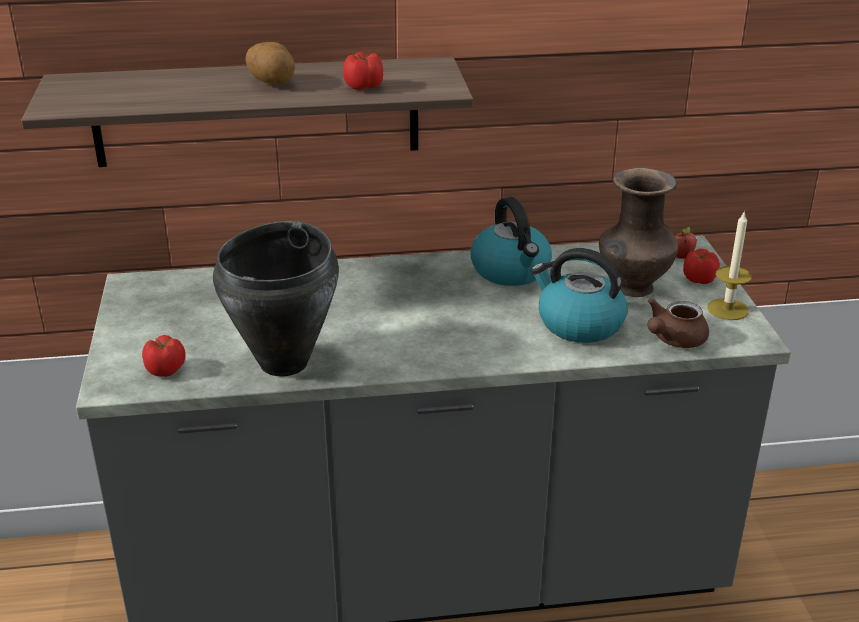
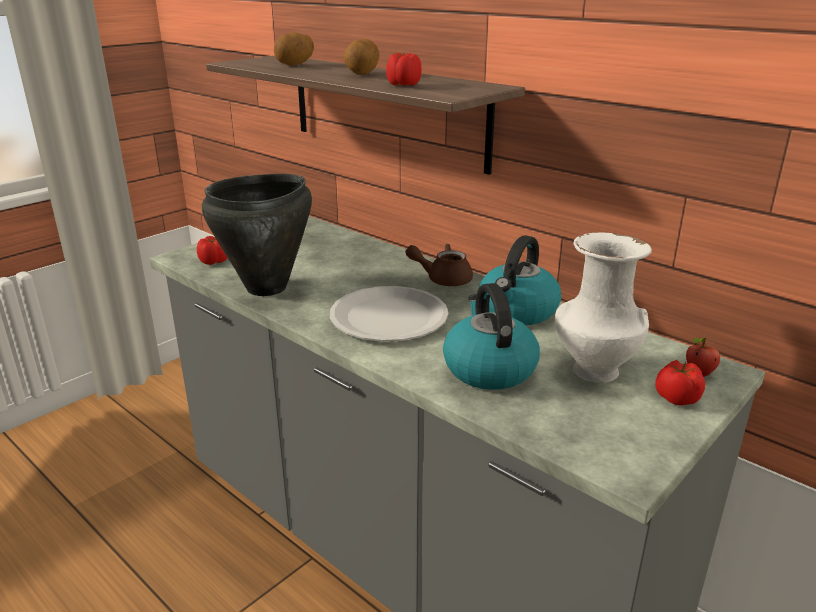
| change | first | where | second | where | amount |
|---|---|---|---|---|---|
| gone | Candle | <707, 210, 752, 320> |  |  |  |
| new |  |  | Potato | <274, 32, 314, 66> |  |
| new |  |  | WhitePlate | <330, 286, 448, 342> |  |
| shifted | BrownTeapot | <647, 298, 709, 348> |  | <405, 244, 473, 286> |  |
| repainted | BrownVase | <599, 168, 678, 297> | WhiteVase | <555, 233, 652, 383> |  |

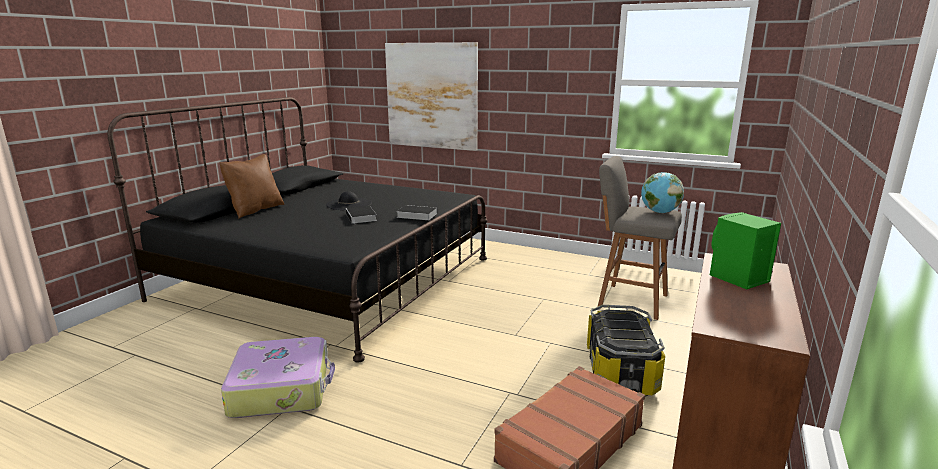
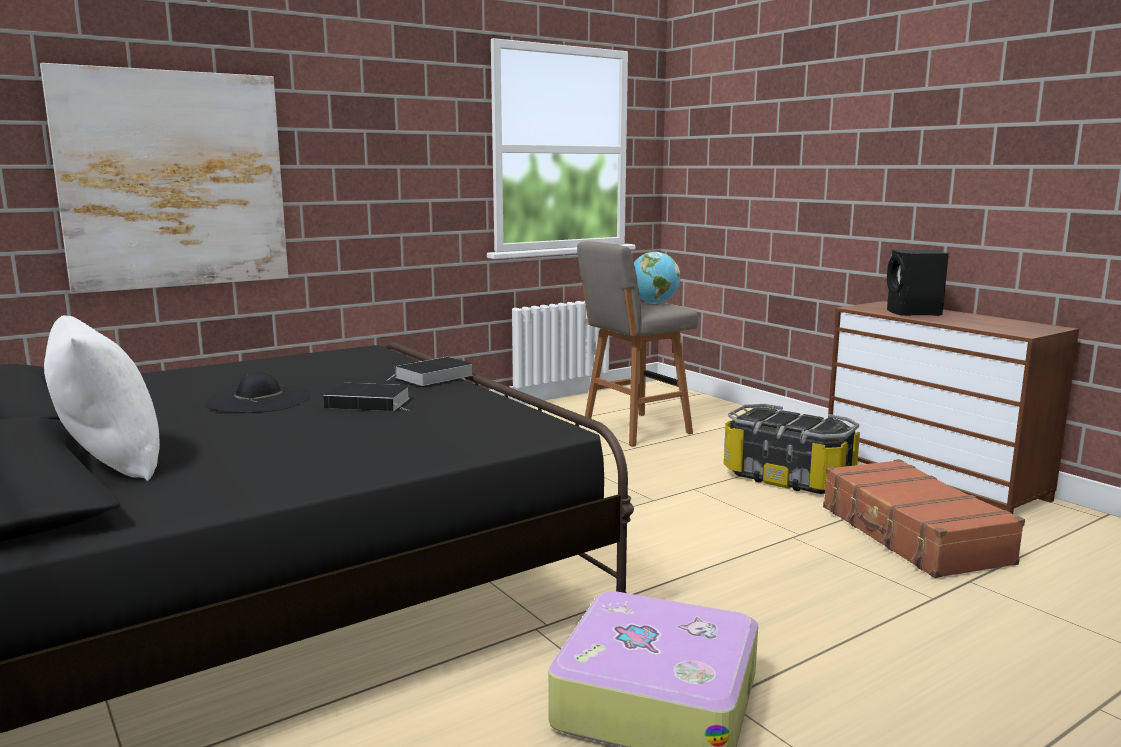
| change | first | where | second | where | amount |
|---|---|---|---|---|---|
| repainted | BrownPillow | <219, 154, 284, 219> | WhitePillow | <44, 316, 160, 481> |  |
| repainted | GreenSpeaker | <710, 212, 781, 289> | BlackSpeaker | <887, 250, 949, 316> |  |

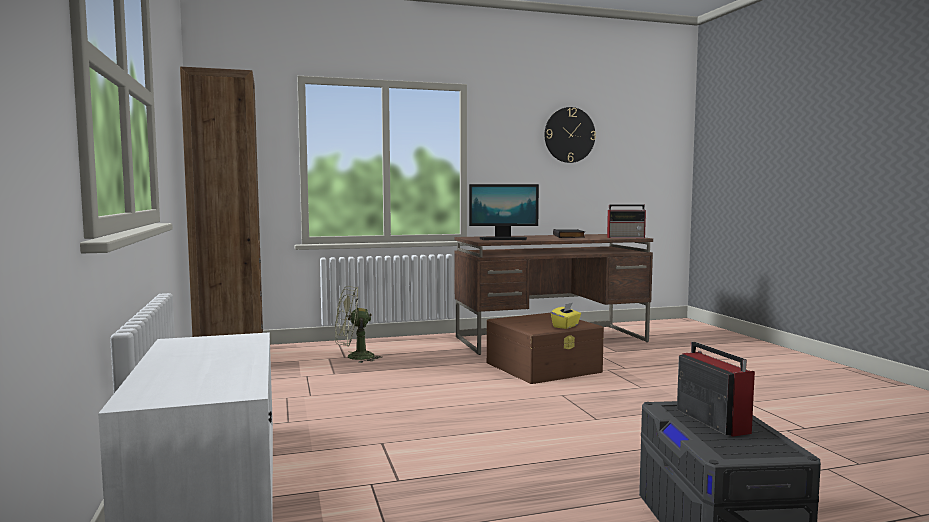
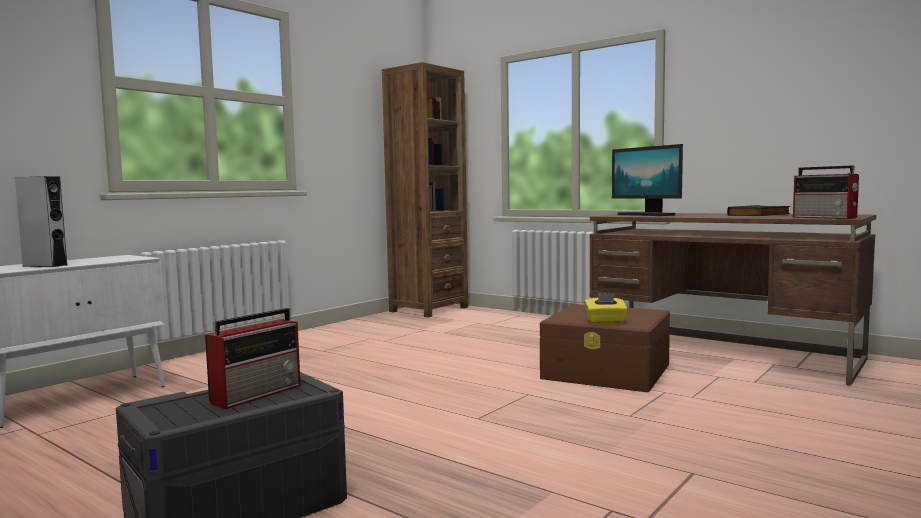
| change | first | where | second | where | amount |
|---|---|---|---|---|---|
| gone | GreenFan | <335, 286, 383, 363> |  |  |  |
| gone | WallClock | <545, 107, 596, 163> |  |  |  |
| new |  |  | GreySpeaker | <15, 176, 67, 267> |  |

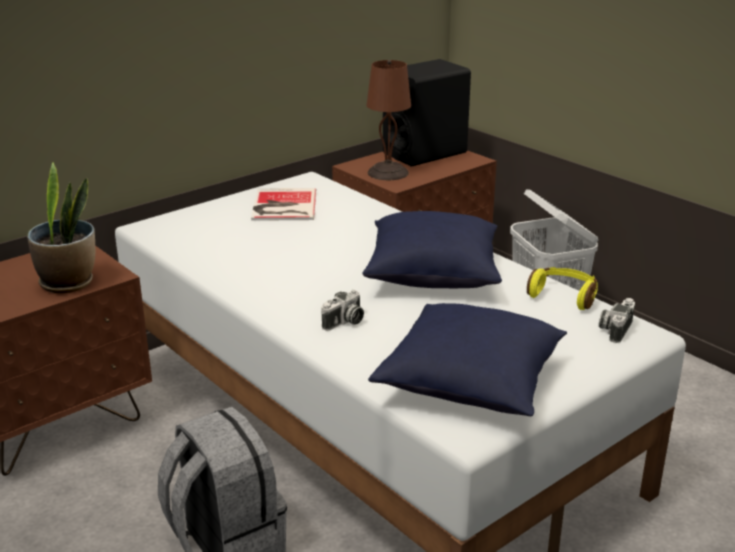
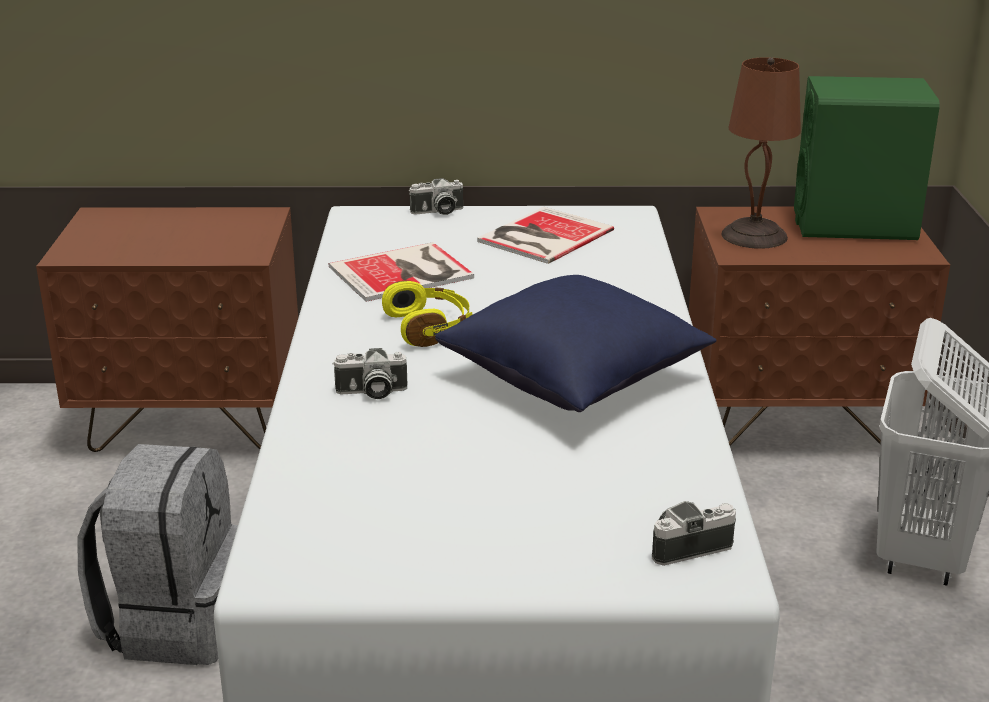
| change | first | where | second | where | amount |
|---|---|---|---|---|---|
| gone | PottedPlant | <27, 162, 96, 293> |  |  |  |
| gone | BluePillow | <368, 303, 567, 416> |  |  |  |
| new |  |  | Book | <329, 242, 474, 302> |  |
| new |  |  | PhotoCamera | <409, 178, 463, 215> |  |
| shifted | YellowHeadphones | <527, 267, 598, 310> |  | <382, 281, 472, 347> |  |
| repainted | BlackSpeaker | <383, 59, 471, 167> | GreenSpeaker | <794, 76, 940, 240> |  |

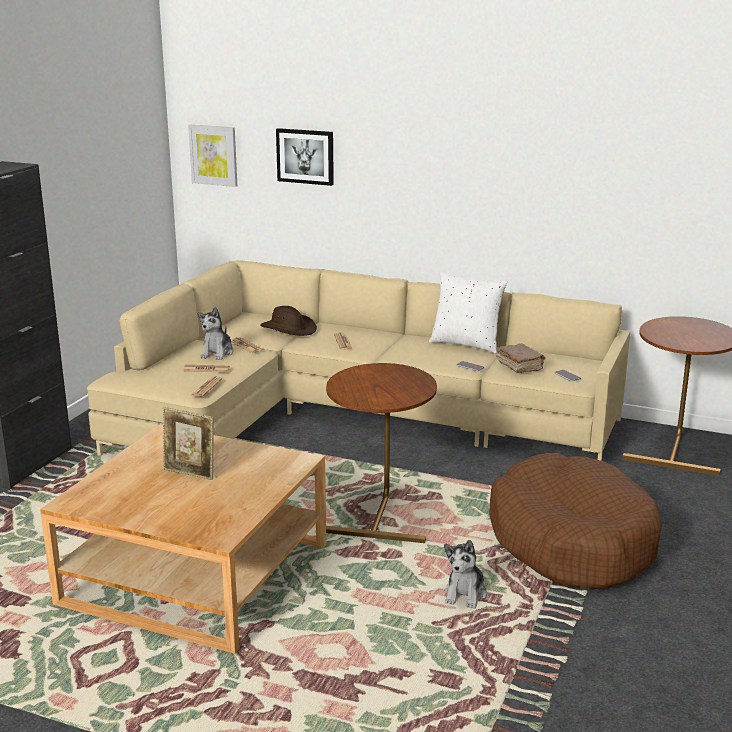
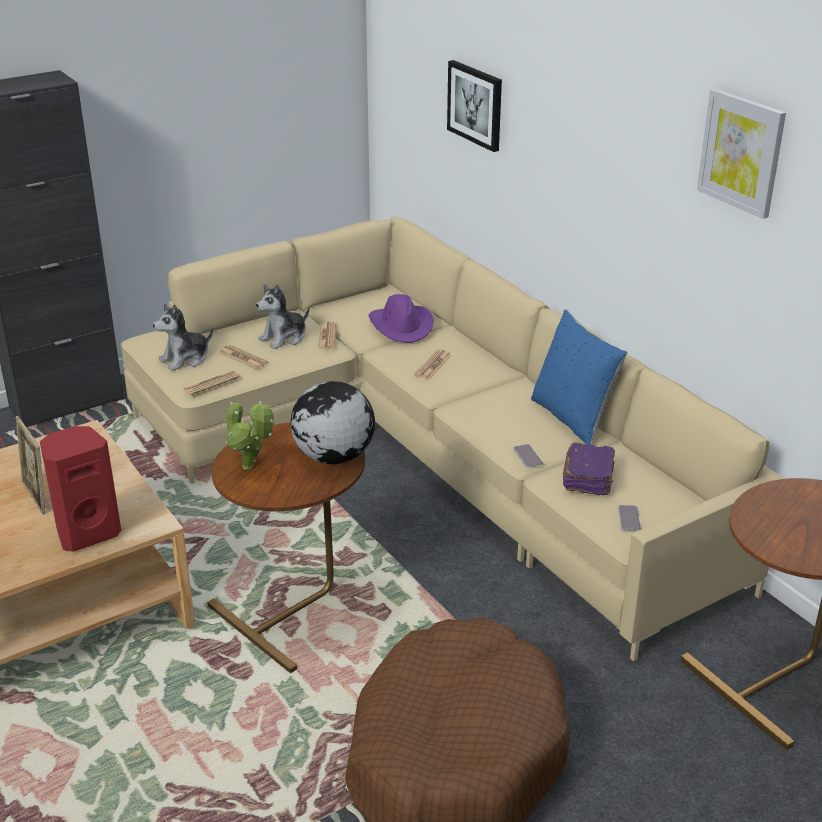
| change | first | where | second | where | amount |
|---|---|---|---|---|---|
| new |  |  | RedSpeaker | <40, 426, 121, 552> |  |
| new |  |  | PottedPlant | <226, 401, 274, 469> |  |
| new |  |  | Globe | <291, 381, 375, 464> |  |
| shifted | Picture | <188, 125, 237, 187> |  | <697, 88, 786, 219> |  |
| shifted | PlushToy | <444, 540, 487, 609> |  | <153, 304, 213, 371> |  |
| repainted | BrownHat | <260, 306, 317, 336> | PurpleHat | <369, 294, 434, 343> |  |
| repainted | WhitePillow | <429, 272, 508, 354> | BluePillow | <531, 310, 627, 444> |  |
| repainted | BrownBook | <496, 343, 546, 373> | PurpleBook | <563, 442, 615, 495> |  |

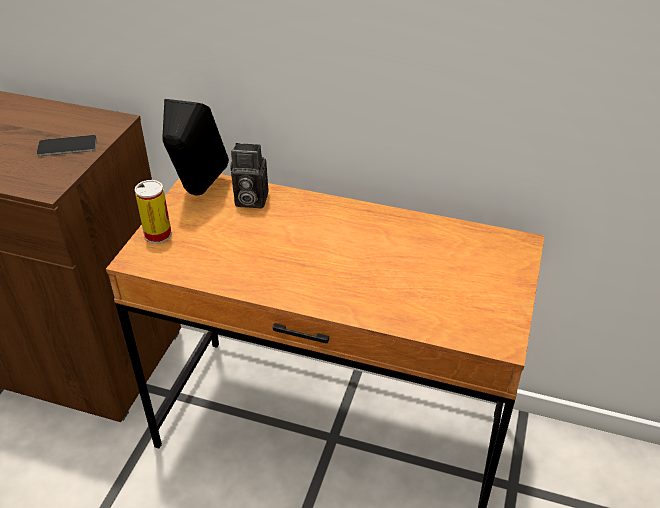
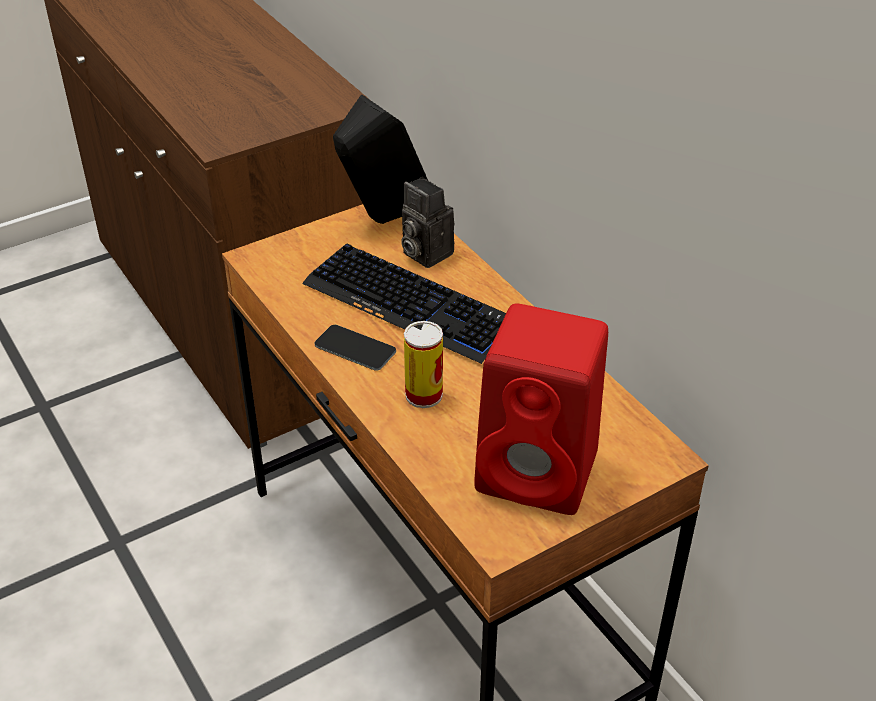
| change | first | where | second | where | amount |
|---|---|---|---|---|---|
| new |  |  | Keyboard | <302, 243, 506, 364> |  |
| new |  |  | RedSpeaker | <474, 304, 608, 515> |  |
| shifted | Phone | <37, 135, 97, 156> |  | <315, 325, 396, 371> |  |
| shifted | Can | <134, 180, 172, 244> |  | <404, 321, 443, 408> |  |

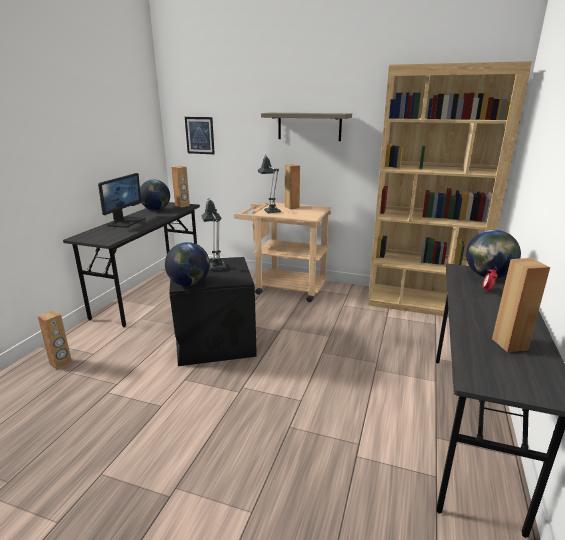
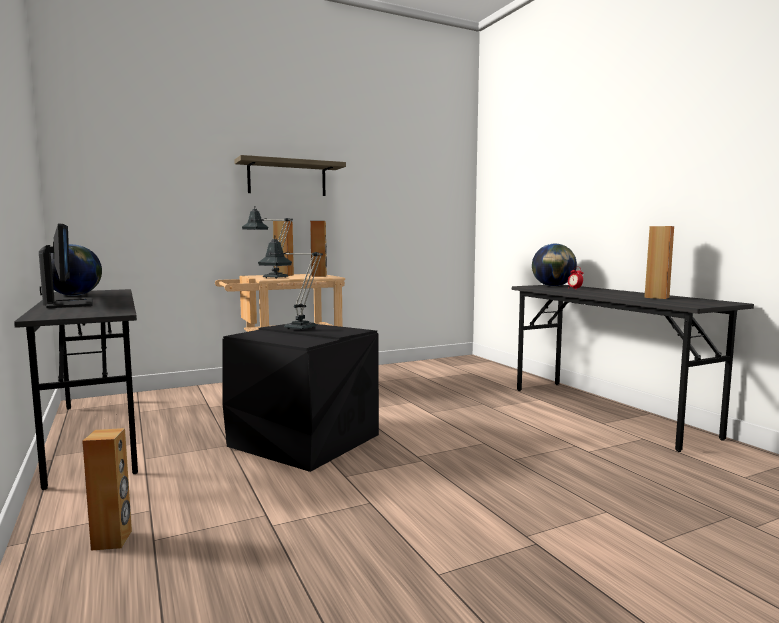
| change | first | where | second | where | amount |
|---|---|---|---|---|---|
| gone | Globe | <165, 242, 210, 286> |  |  |  |
| gone | Picture | <185, 117, 215, 154> |  |  |  |
| gone | BrownBookcase | <368, 61, 532, 317> |  |  |  |
| shifted | BrownSpeaker | <171, 166, 190, 207> |  | <310, 221, 327, 277> |  |

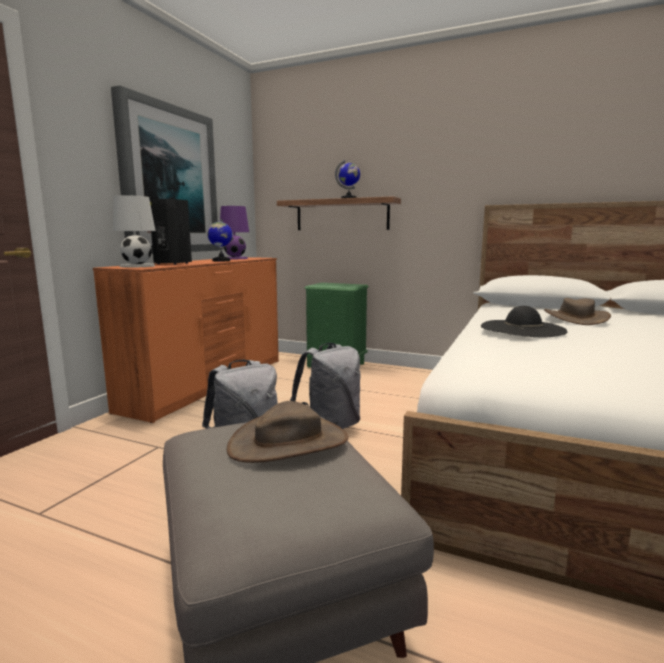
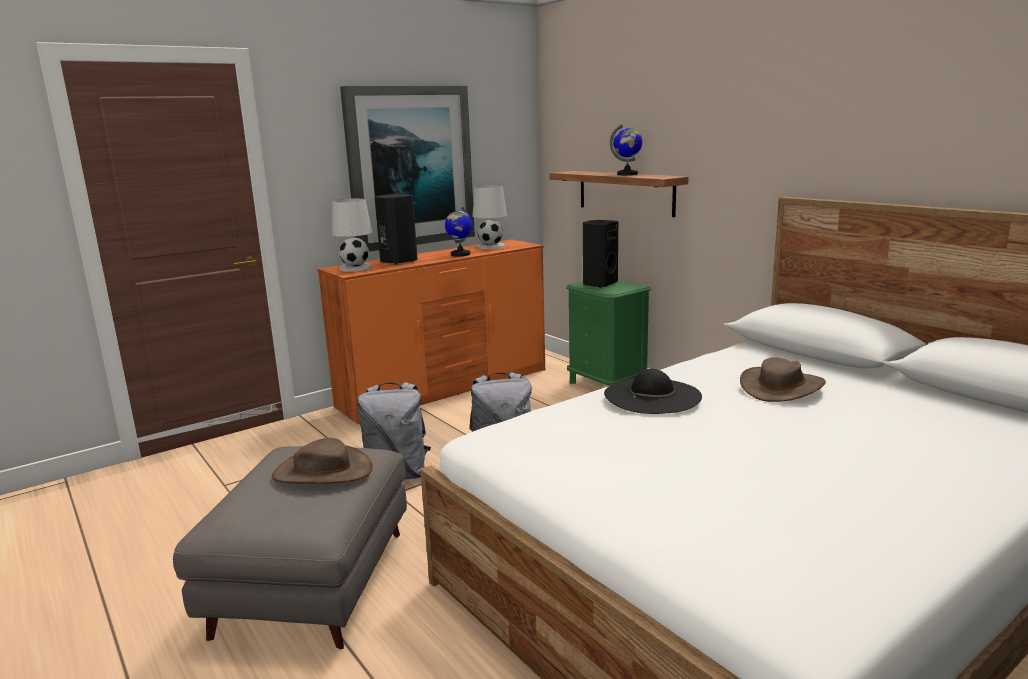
| change | first | where | second | where | amount |
|---|---|---|---|---|---|
| new |  |  | BlackSpeaker | <583, 220, 618, 288> |  |
| repainted | PurpleTableLamp | <220, 206, 249, 259> | WhiteTableLamp | <472, 185, 507, 249> |  |

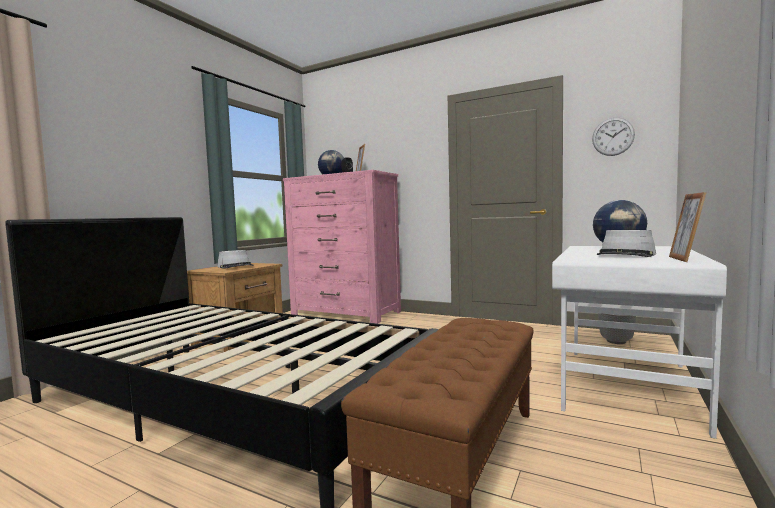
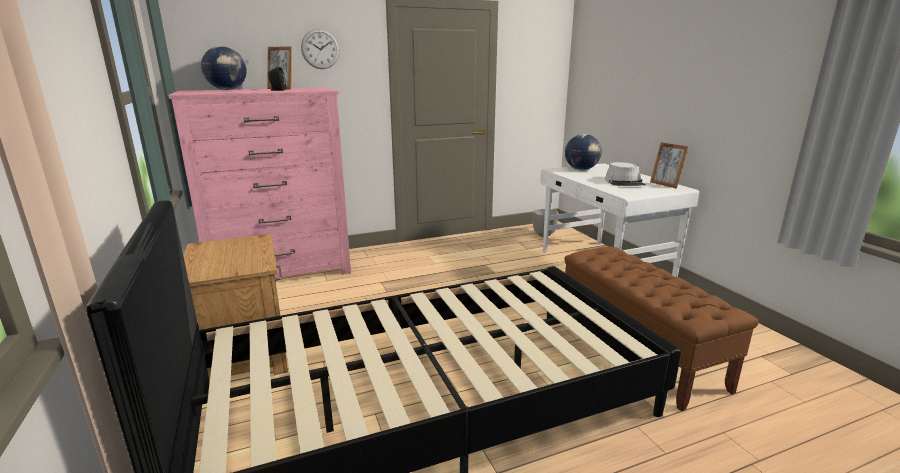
| change | first | where | second | where | amount |
|---|---|---|---|---|---|
| gone | GreyHat | <217, 250, 253, 269> |  |  |  |
| shifted | WallClock | <592, 118, 635, 156> |  | <301, 29, 340, 69> |  |

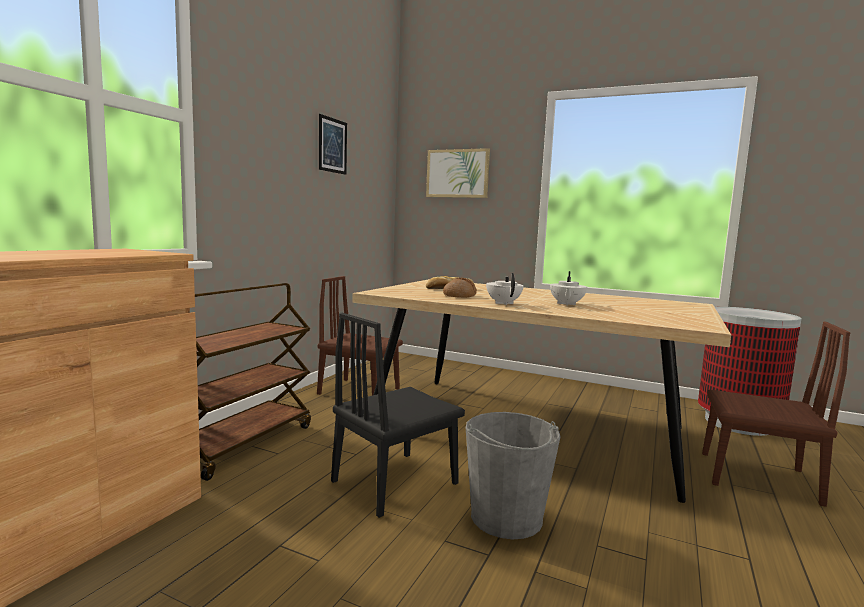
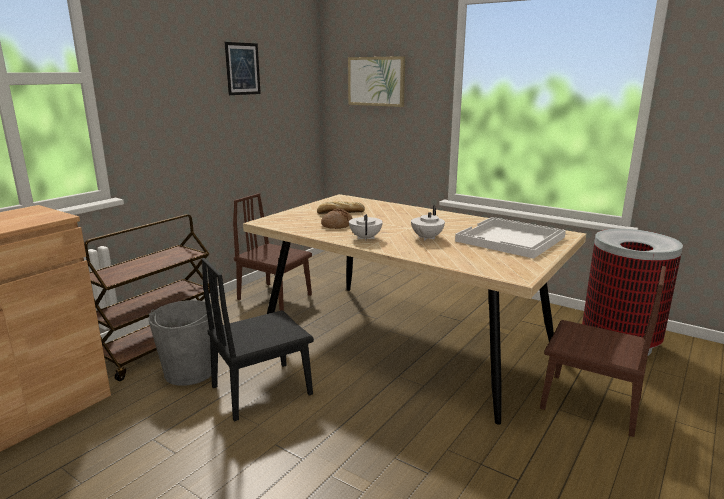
| change | first | where | second | where | amount |
|---|---|---|---|---|---|
| new |  |  | WhiteTray | <455, 217, 566, 259> |  |
| shifted | GreyBucket | <466, 412, 560, 539> |  | <148, 300, 215, 386> |  |

